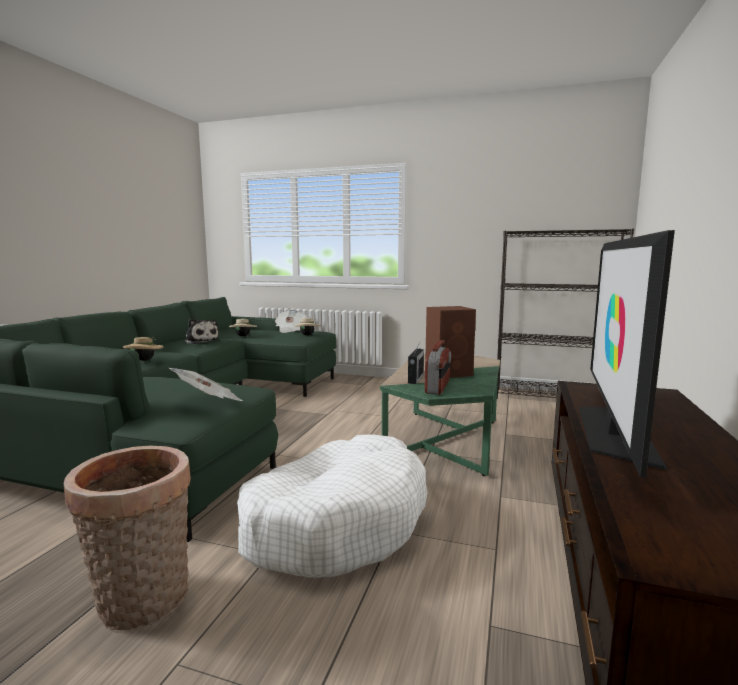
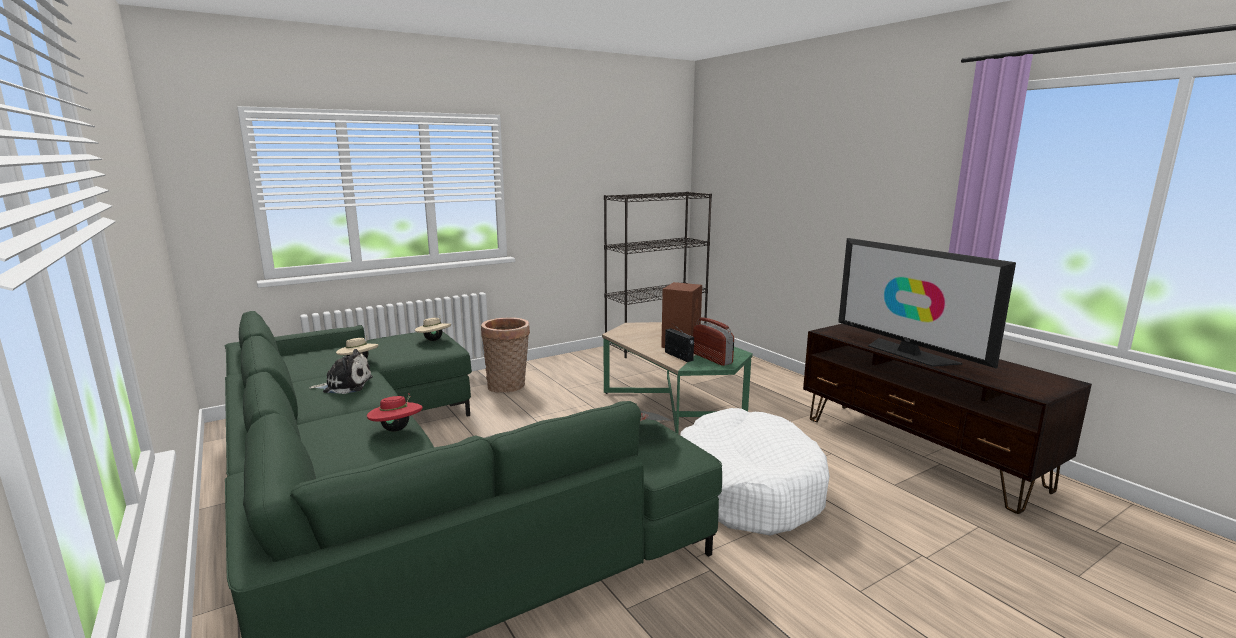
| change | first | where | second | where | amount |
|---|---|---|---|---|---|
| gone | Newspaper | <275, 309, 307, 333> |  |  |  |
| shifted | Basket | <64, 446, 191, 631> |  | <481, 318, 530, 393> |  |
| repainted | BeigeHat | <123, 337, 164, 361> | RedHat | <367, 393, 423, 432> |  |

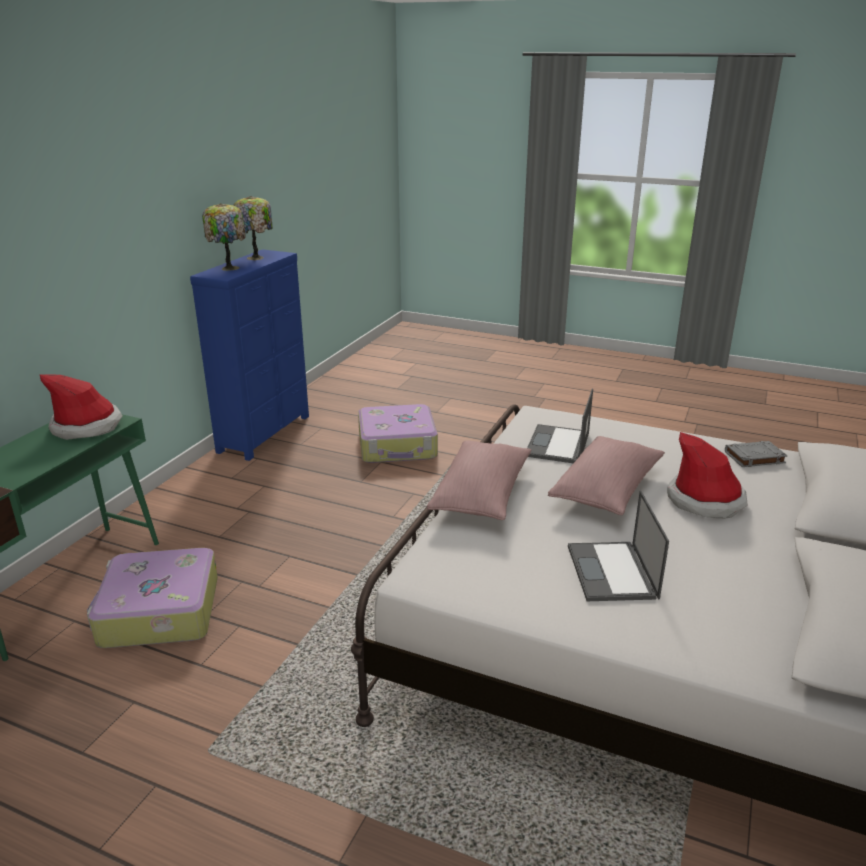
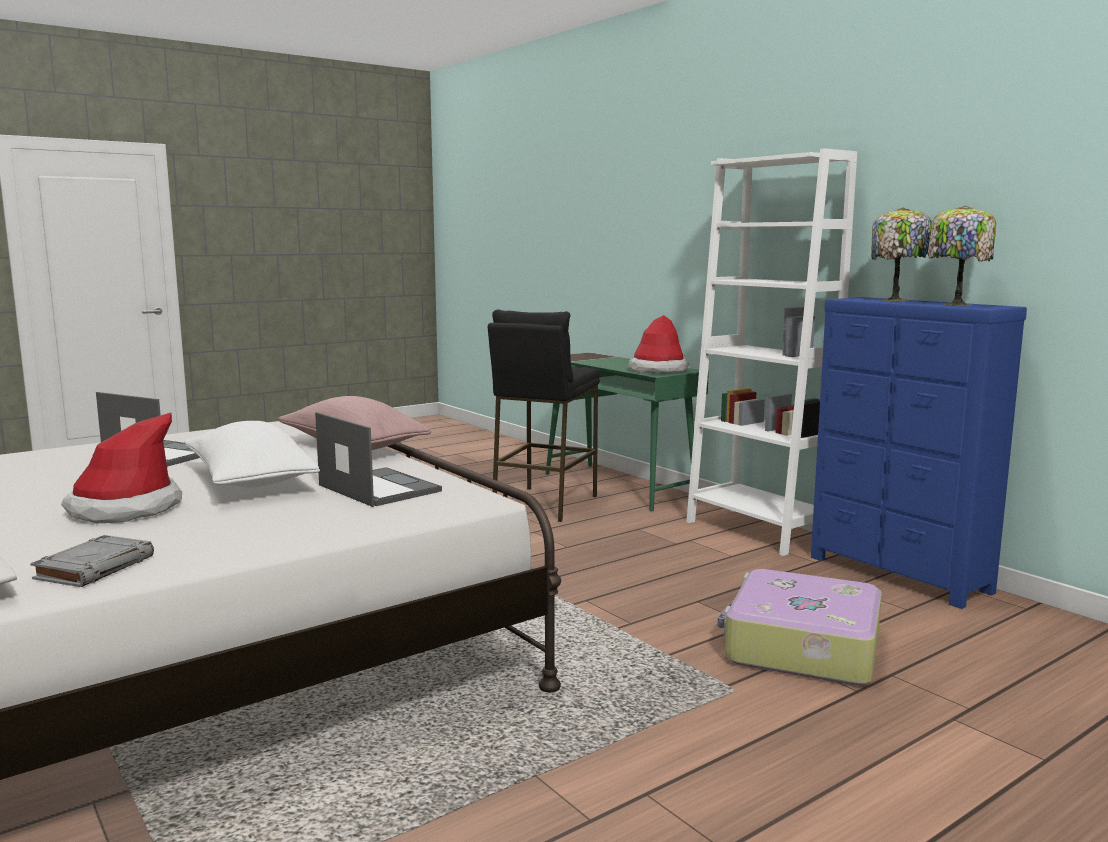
| change | first | where | second | where | amount |
|---|---|---|---|---|---|
| new |  |  | WhiteBookcase | <687, 148, 857, 556> |  |
| swapped | Suitcase | <87, 548, 218, 648> | BlackStool | <488, 309, 600, 522> |  |
| repainted | PinkPillow | <548, 436, 665, 515> | WhitePillow | <184, 421, 320, 488> |  |

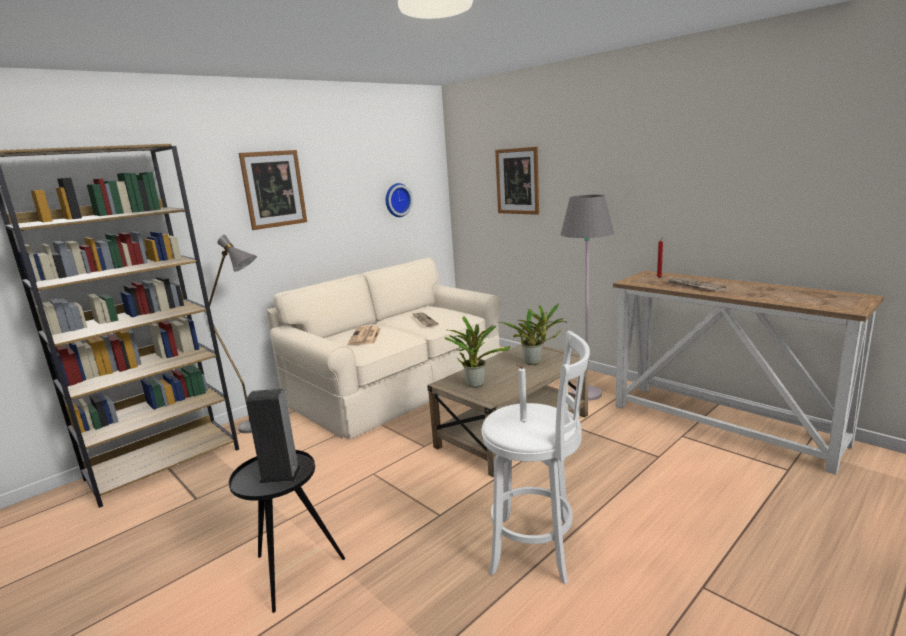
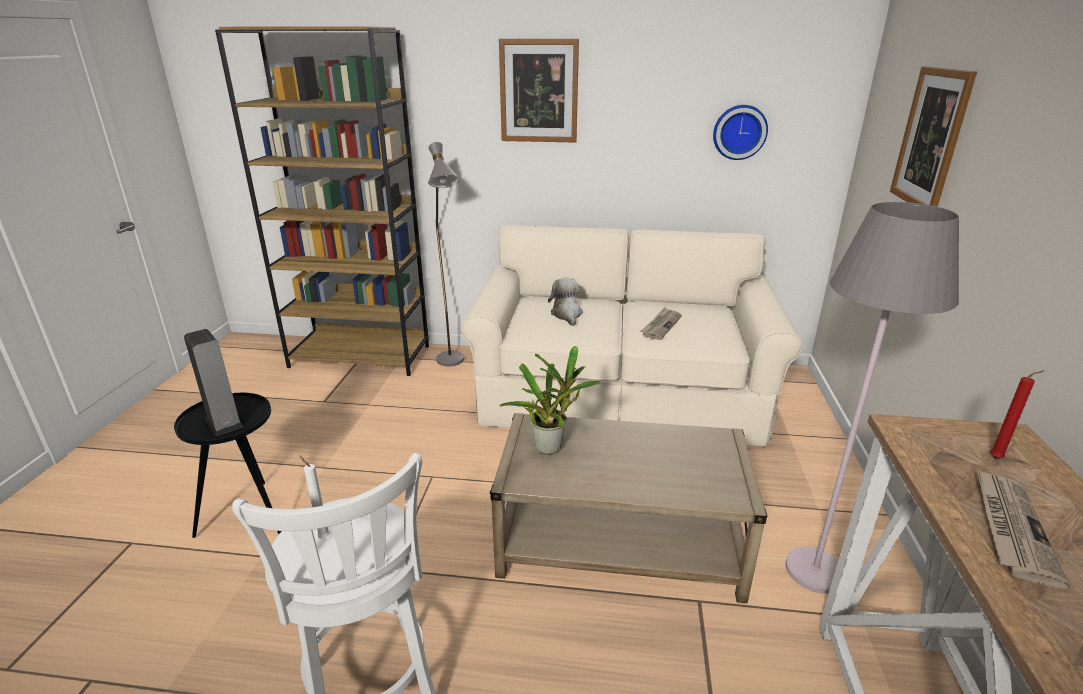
| change | first | where | second | where | amount |
|---|---|---|---|---|---|
| gone | PottedPlant | <499, 304, 566, 365> |  |  |  |
| swapped | Newspaper | <348, 326, 381, 345> | PlushToy | <548, 278, 583, 326> |  |

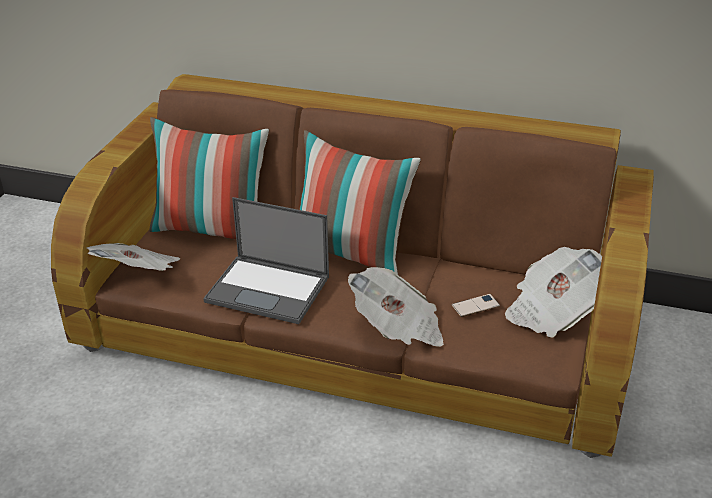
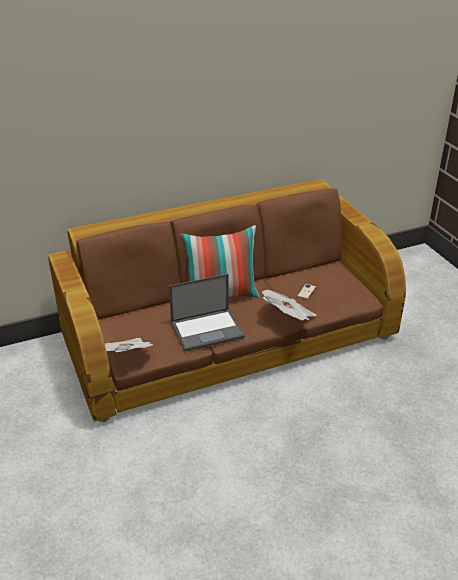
| change | first | where | second | where | amount |
|---|---|---|---|---|---|
| gone | Pillow | <150, 117, 269, 239> |  |  |  |
| gone | Newspaper | <505, 247, 602, 338> |  |  |  |

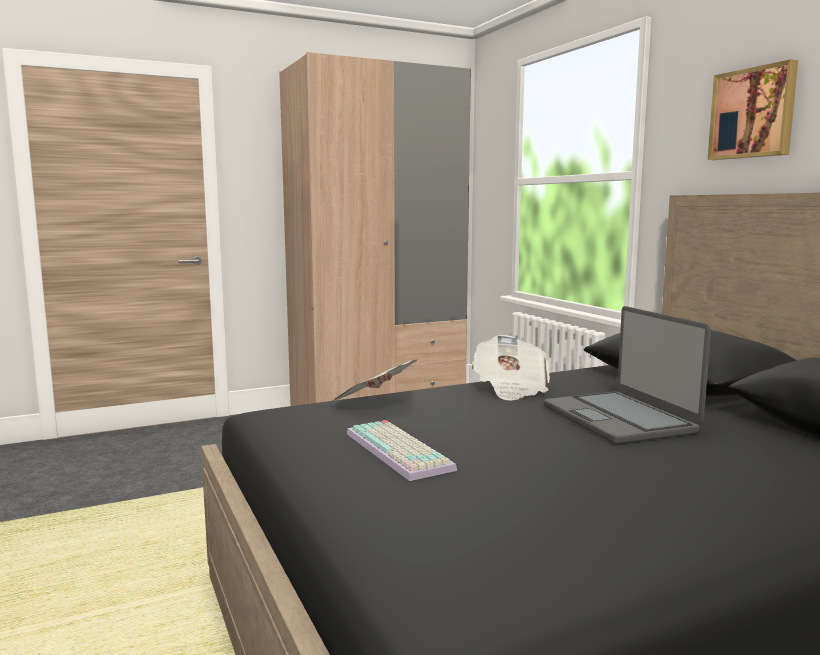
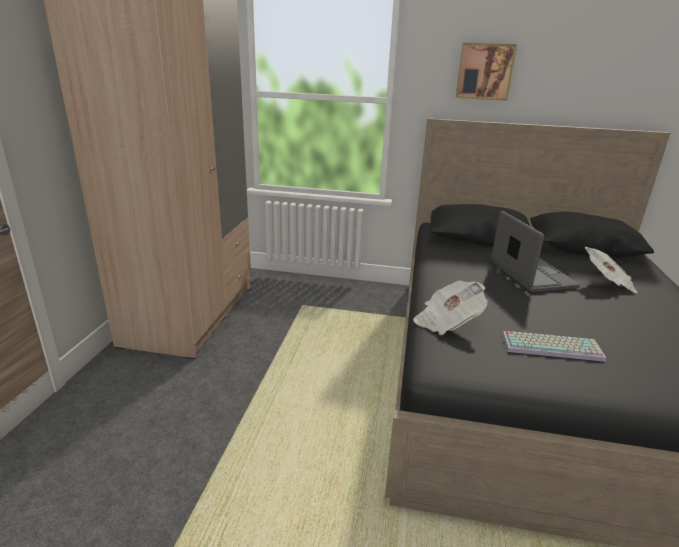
| change | first | where | second | where | amount |
|---|---|---|---|---|---|
| shifted | Newspaper | <471, 335, 550, 400> |  | <585, 247, 637, 293> |  |
| rotated | Laptop | <543, 306, 711, 444> |  | <492, 211, 580, 292> | 120 degrees counterclockwise |

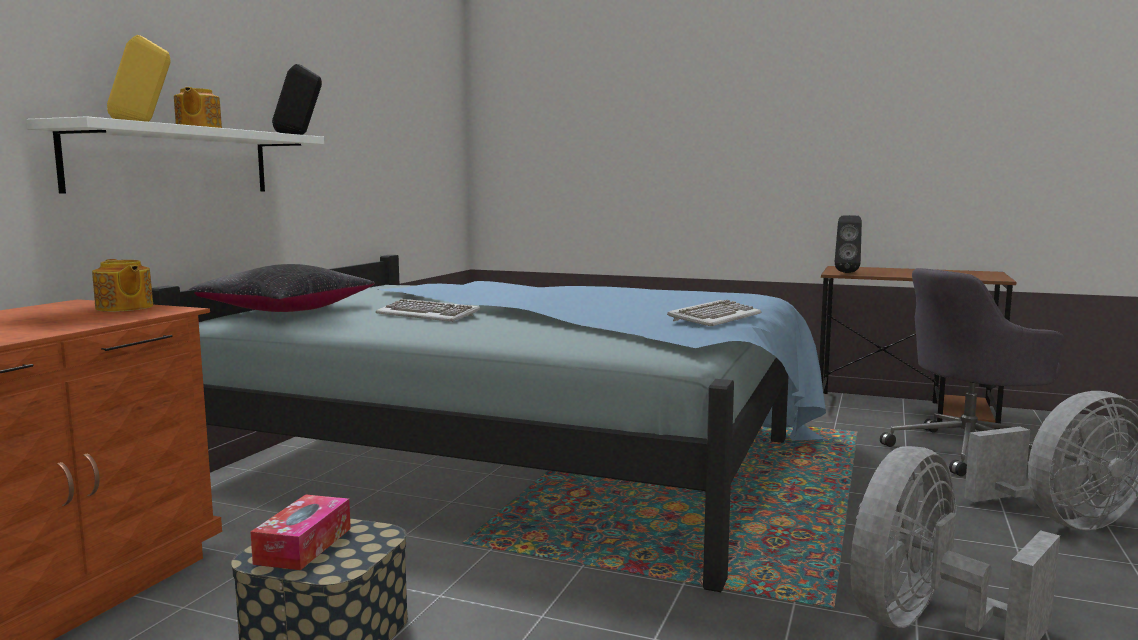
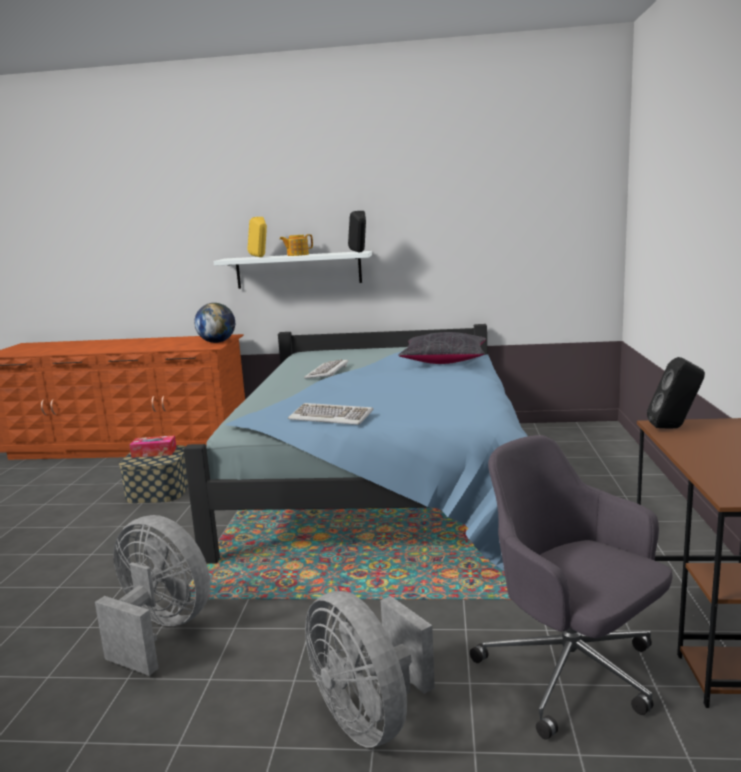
| change | first | where | second | where | amount |
|---|---|---|---|---|---|
| shifted | BlackPillow | <189, 264, 375, 312> |  | <398, 332, 486, 364> |  |
| swapped | Teapot | <92, 259, 153, 312> | Globe | <194, 303, 235, 343> |  |

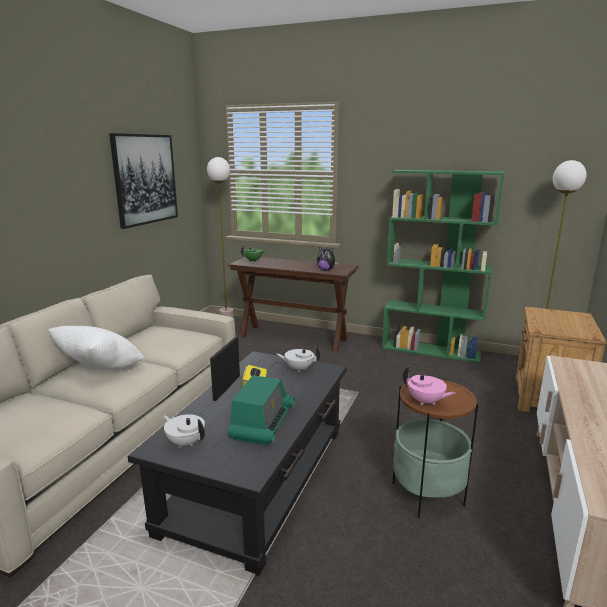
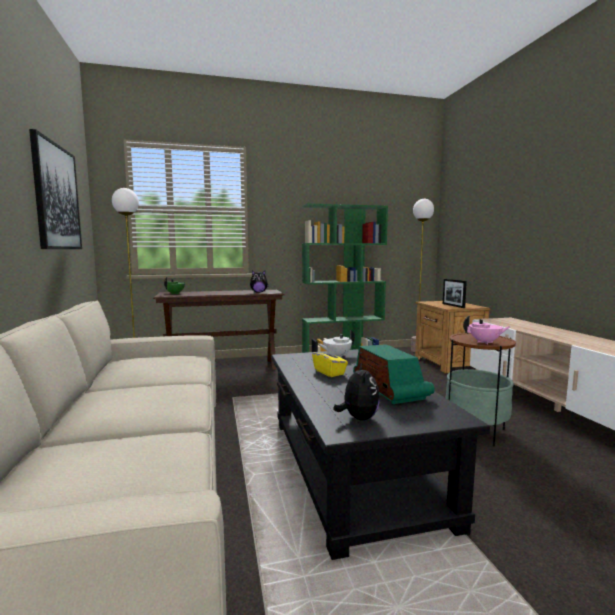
| change | first | where | second | where | amount |
|---|---|---|---|---|---|
| gone | WhitePillow | <48, 326, 144, 370> |  |  |  |
| shifted | PictureFrame | <210, 337, 240, 401> |  | <443, 279, 467, 308> |  |
| swapped | WhiteTeapot | <164, 414, 205, 448> | PlushToy | <334, 363, 380, 420> |  |

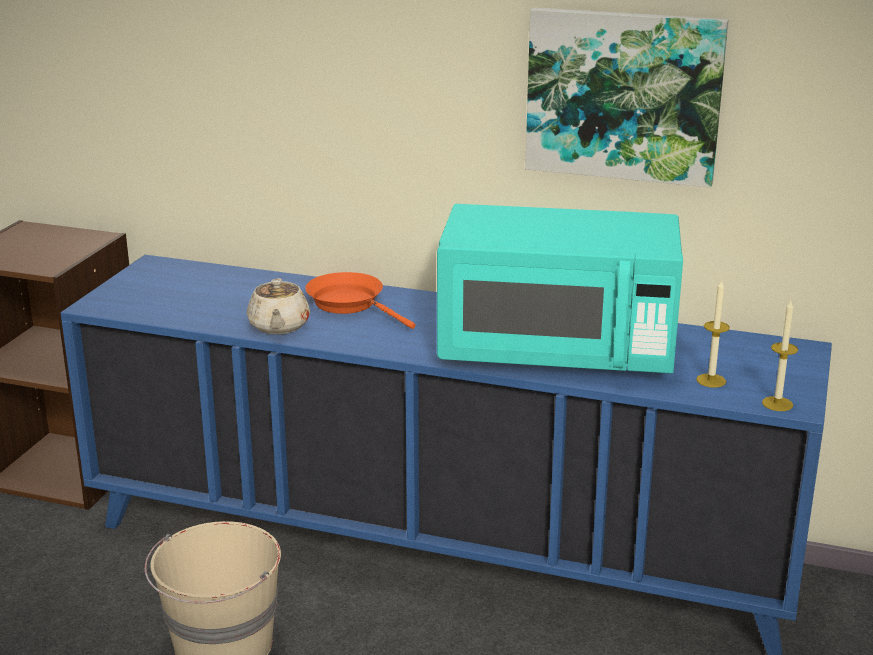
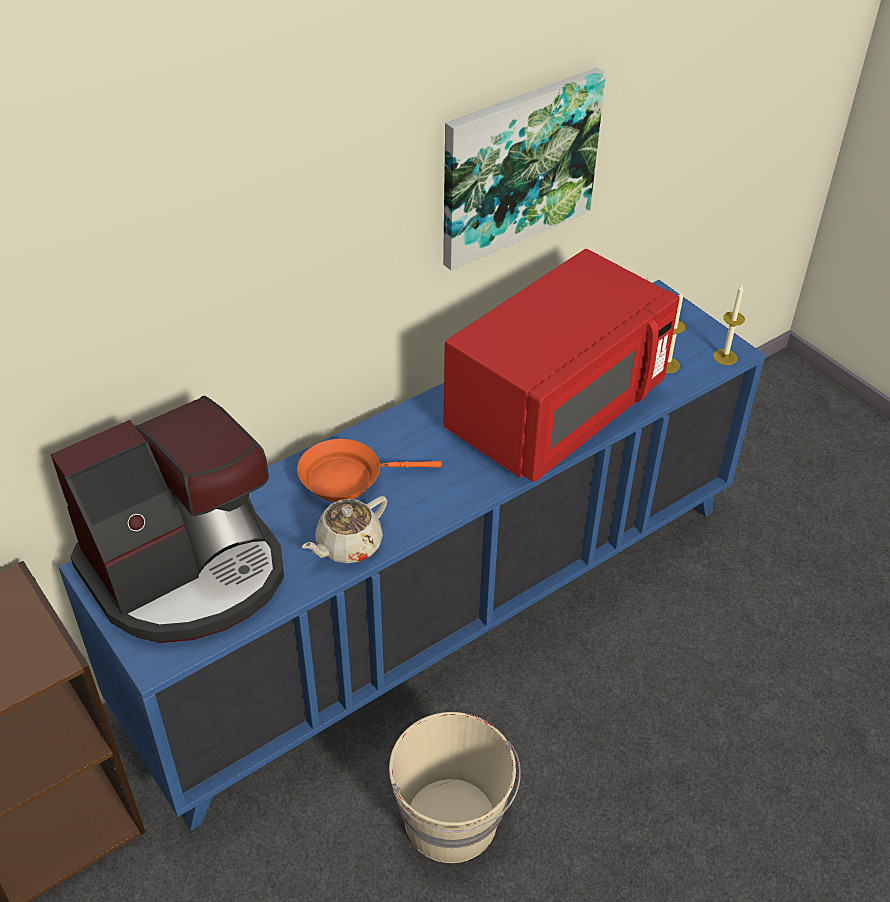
| change | first | where | second | where | amount |
|---|---|---|---|---|---|
| new |  |  | CoffeeMachine | <51, 396, 284, 643> |  |
| repainted | TurquoiseMicrowave | <437, 204, 683, 374> | RedMicrowave | <443, 249, 680, 482> |  |
| rotated | BeigeTeapot | <247, 278, 310, 334> |  | <302, 496, 387, 563> | 105 degrees clockwise |

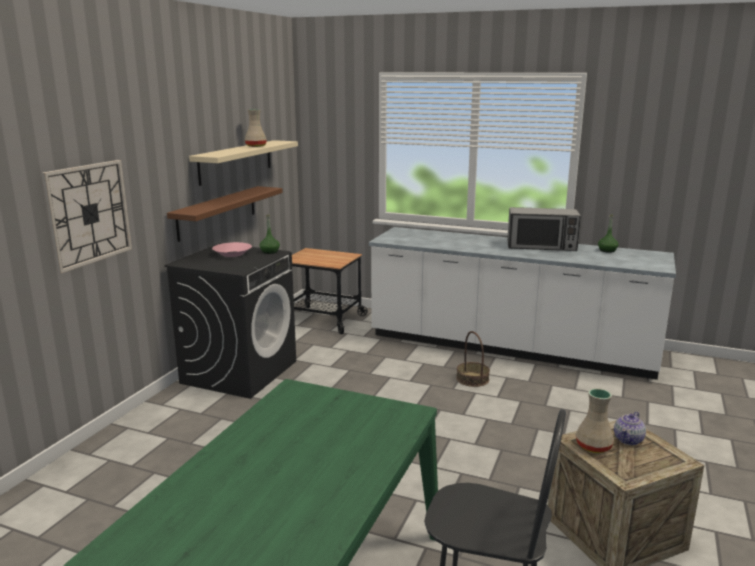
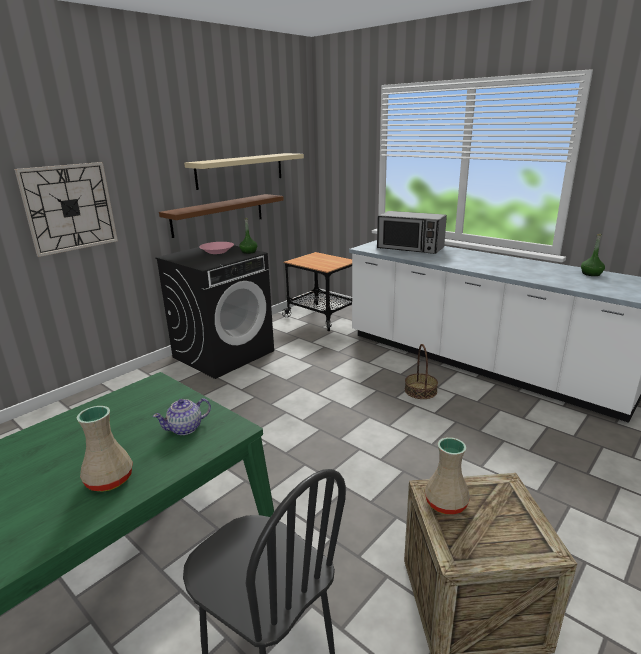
| change | first | where | second | where | amount |
|---|---|---|---|---|---|
| shifted | BeigeVase | <245, 109, 267, 147> |  | <77, 406, 133, 492> |  |
| shifted | Microwave | <507, 207, 581, 251> |  | <377, 211, 447, 254> |  |
| shifted | Teapot | <614, 412, 646, 445> |  | <153, 398, 211, 435> |  |

